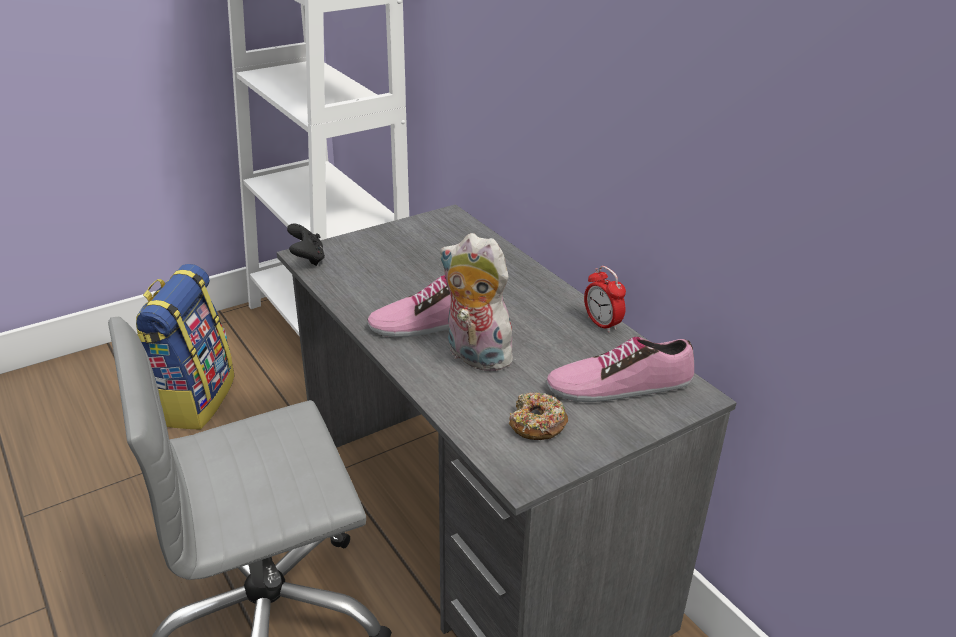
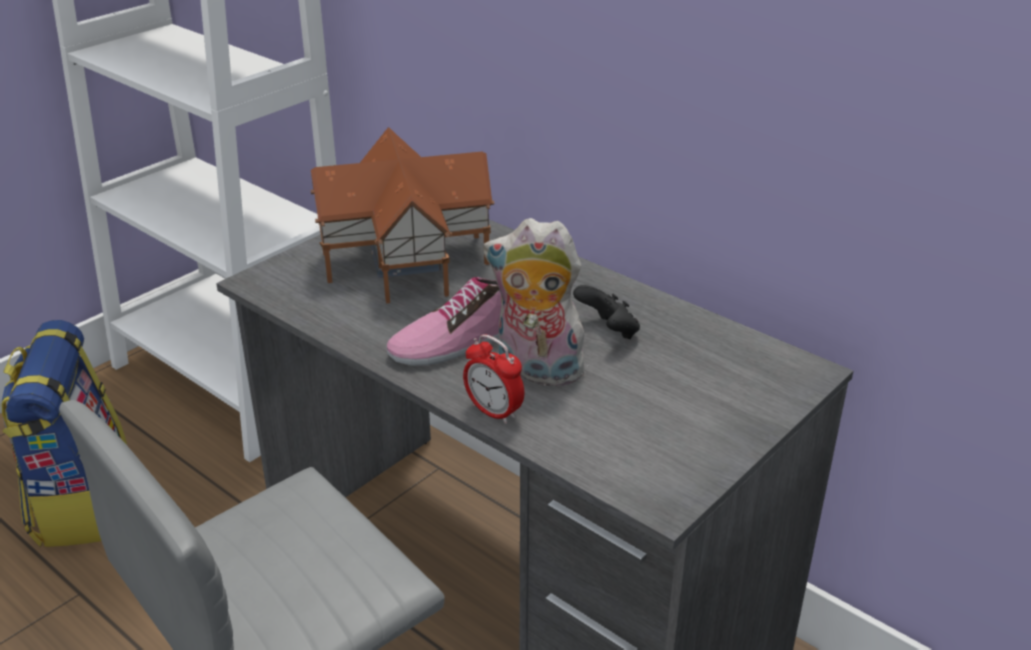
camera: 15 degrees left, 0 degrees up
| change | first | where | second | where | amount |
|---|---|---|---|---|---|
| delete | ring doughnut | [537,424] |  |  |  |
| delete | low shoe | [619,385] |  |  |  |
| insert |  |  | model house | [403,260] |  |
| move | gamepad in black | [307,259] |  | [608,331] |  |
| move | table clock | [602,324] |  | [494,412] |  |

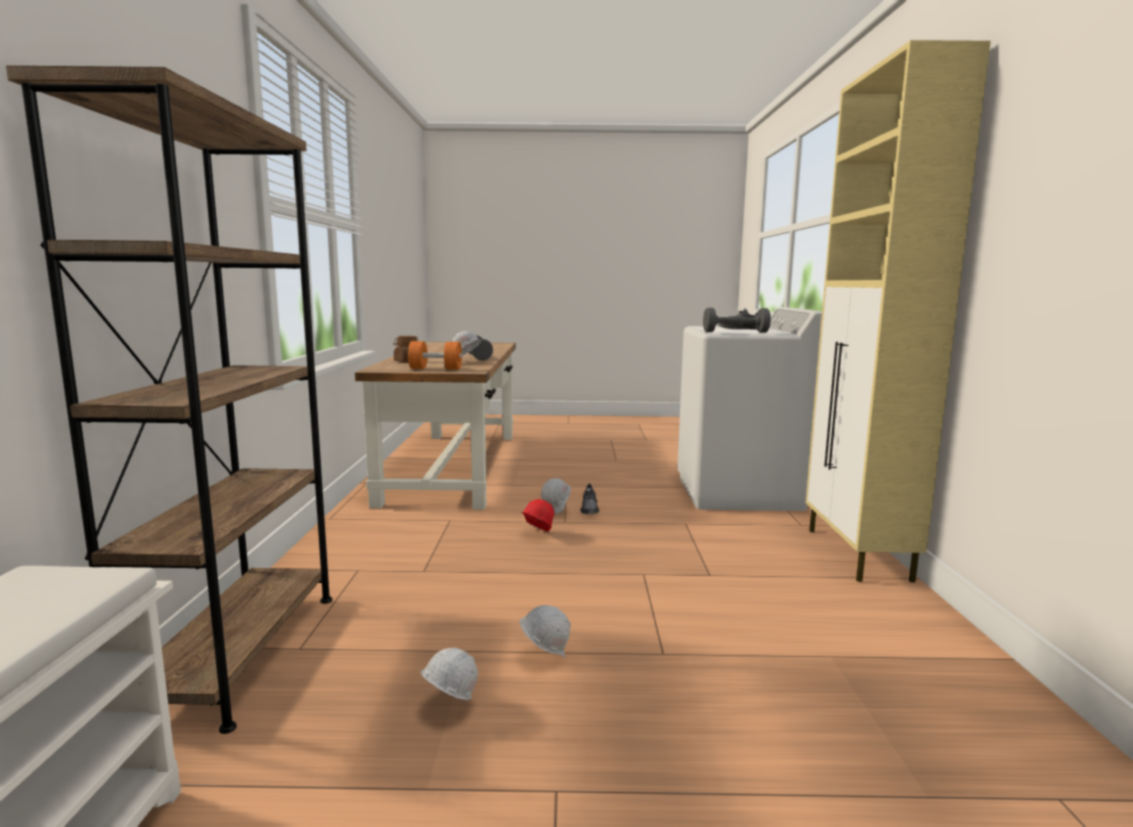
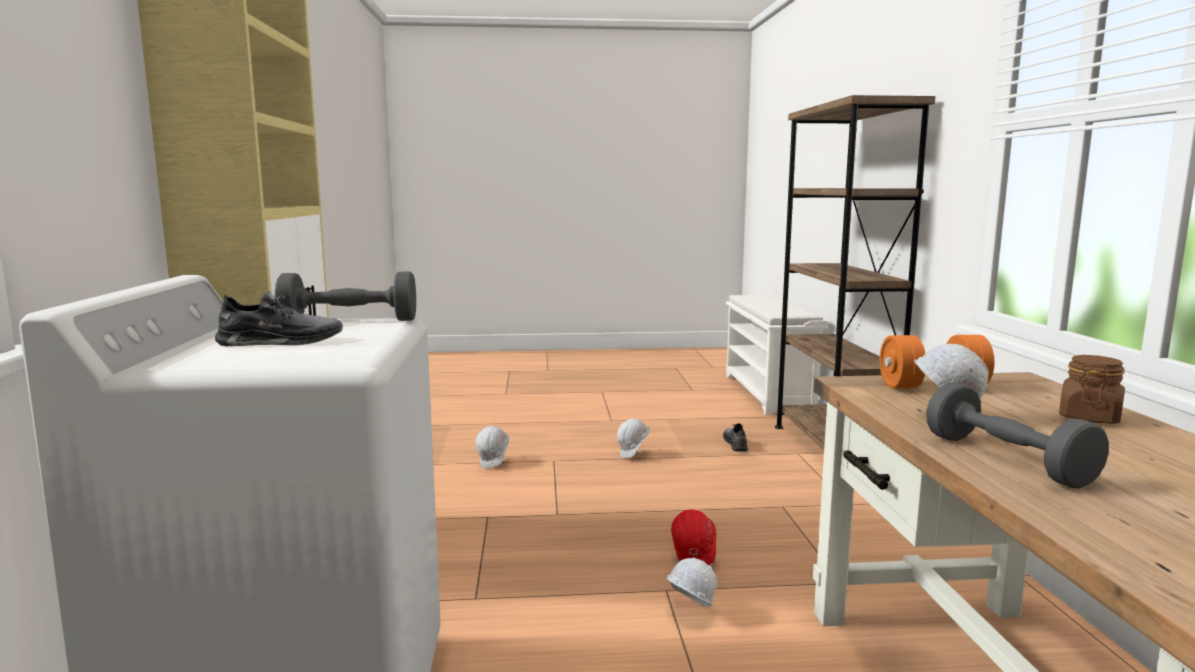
camera: 175 degrees right, 0 degrees up
| change | first | where | second | where | amount |
|---|---|---|---|---|---|
| move | work helmet in white-coloured | [448,707] |  | [494,464] |  |
| move | low shoe in greyish | [589,508] |  | [735,444] |  |

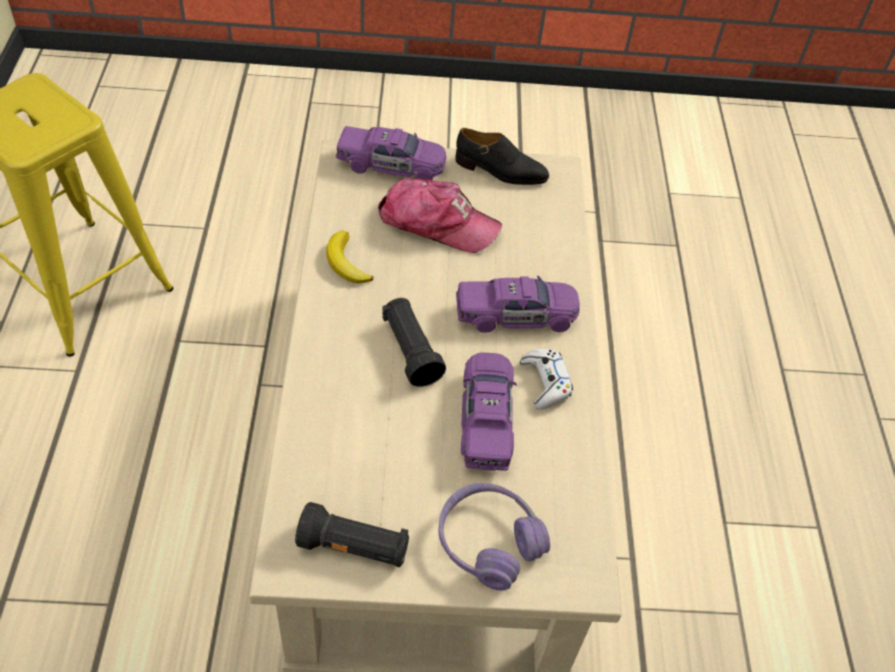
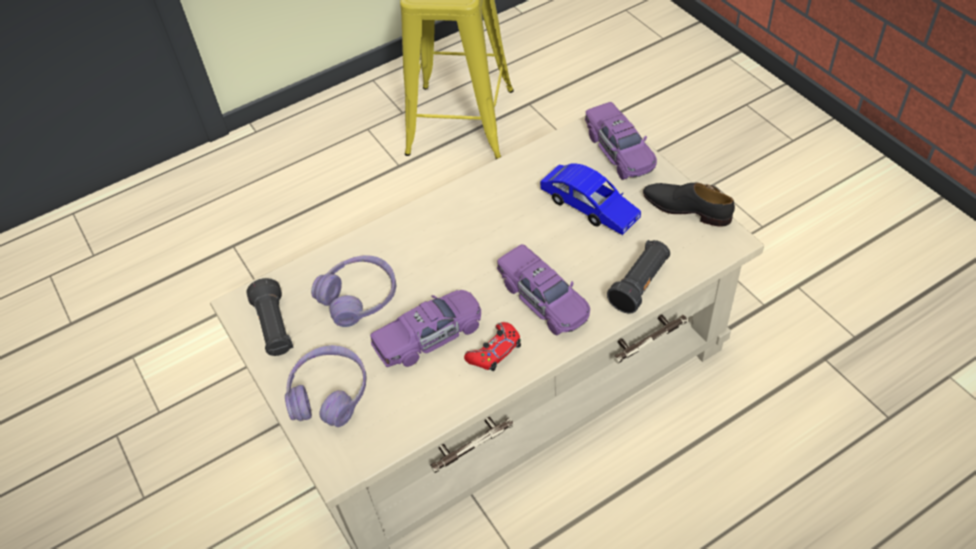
camera: 65 degrees right, 0 degrees up
| change | first | where | second | where | amount |
|---|---|---|---|---|---|
| delete | banana | [346,263] |  |  |  |
| insert |  |  | headset in purple-coloured | [359,297] |  |
| move | torch in black | [410,351] |  | [640,284] |  |
| replace | baseball cap | [437,223] | miniature car in blue-coloured | [589,207] |  |
| recolor | gamepad in white-coloured | [545,383] | gamepad in reddish | [494,351] |  |
| rotate | low shoe in black | [500,171] |  | [686,209] | 135 degrees clockwise |

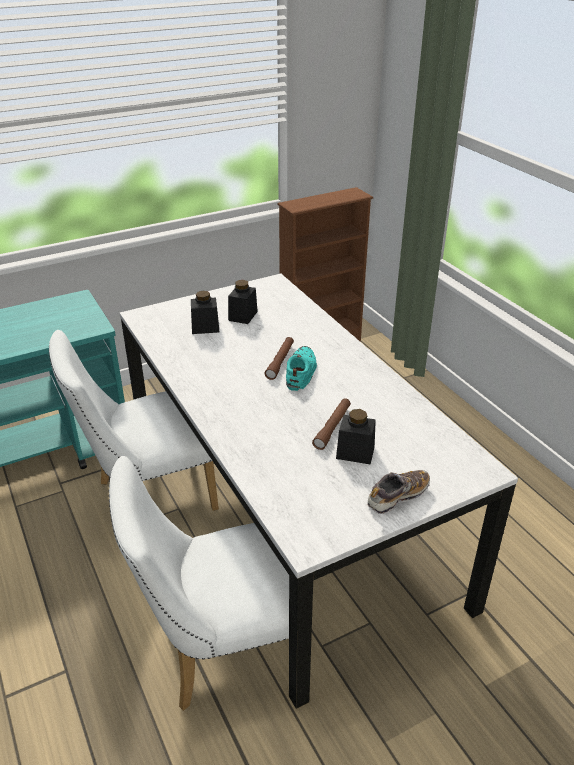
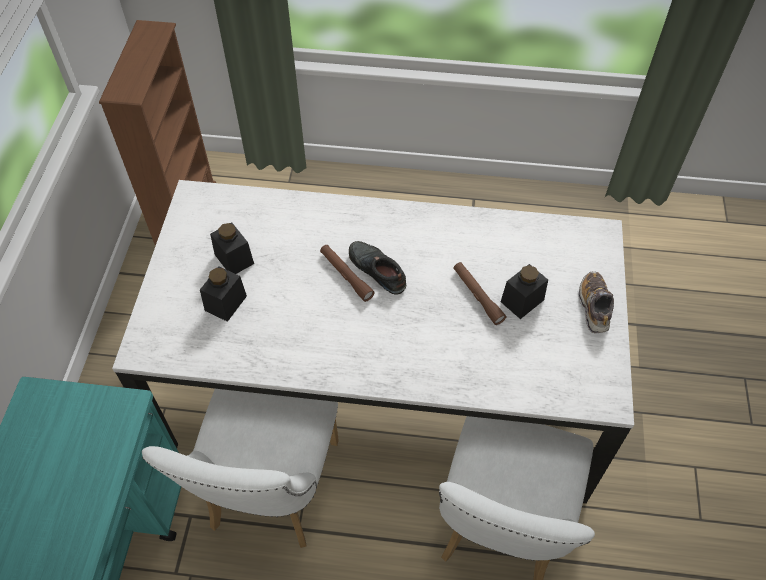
camera: 55 degrees left, 20 degrees up
| change | first | where | second | where | amount |
|---|---|---|---|---|---|
| recolor | low shoe in blue-green | [300,372] | low shoe in black | [376,269] |  |

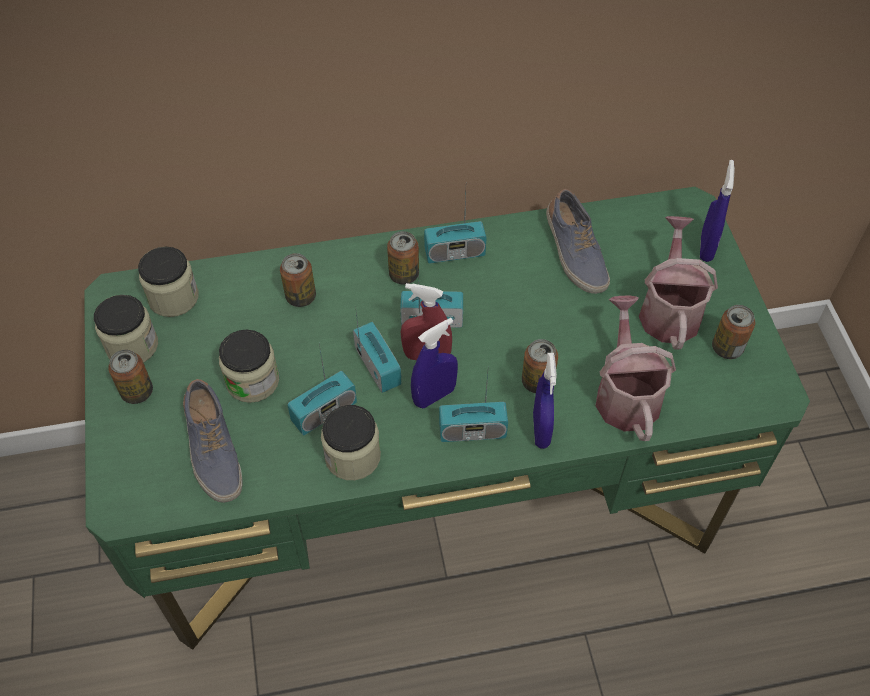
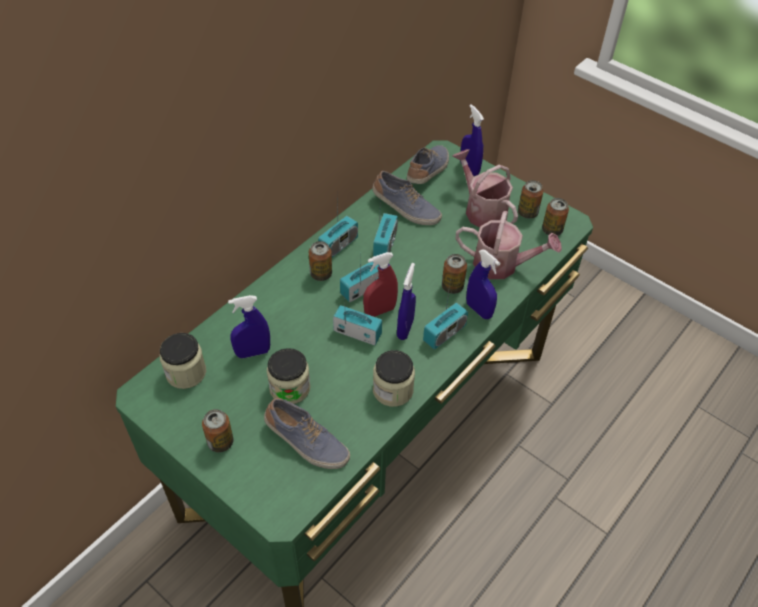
camera: 40 degrees left, 5 degrees down
| change | first | where | second | where | amount |
|---|---|---|---|---|---|
| delete | preserve jar | [132,346] |  |  |  |
| insert |  |  | sprayer in blue-coloured | [253,352] |  |
| insert |  |  | low shoe | [428,171] |  |
| move | sealed can | [300,297] |  | [552,230] |  |
| move | radio | [324,412] |  | [385,244] |  |
| rotate | watering can | [625,393] |  | [502,265] | 150 degrees clockwise |

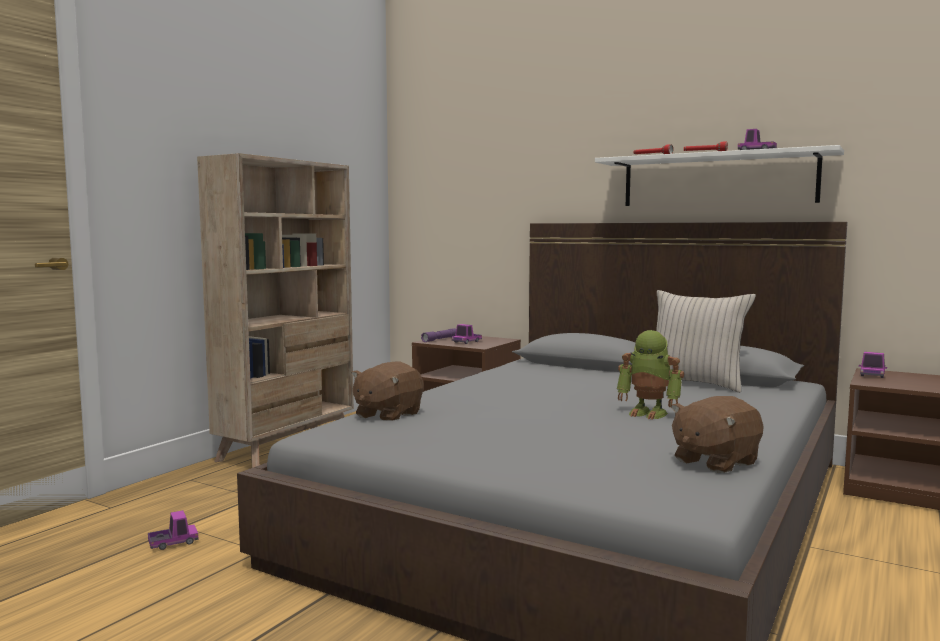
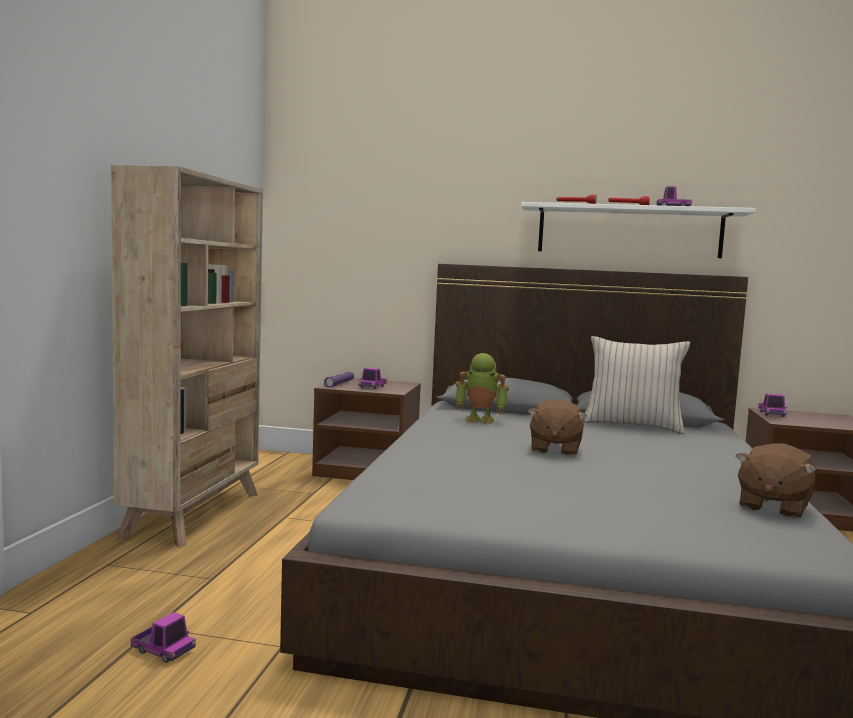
camera: 20 degrees left, 0 degrees up
| change | first | where | second | where | amount |
|---|---|---|---|---|---|
| move | soft toy in brown-coloured | [387,415] |  | [554,449] |  |
| move | toy robot | [649,413] |  | [480,419] |  |
| rotate | toy truck | [173,543] |  | [163,650] | 75 degrees clockwise |

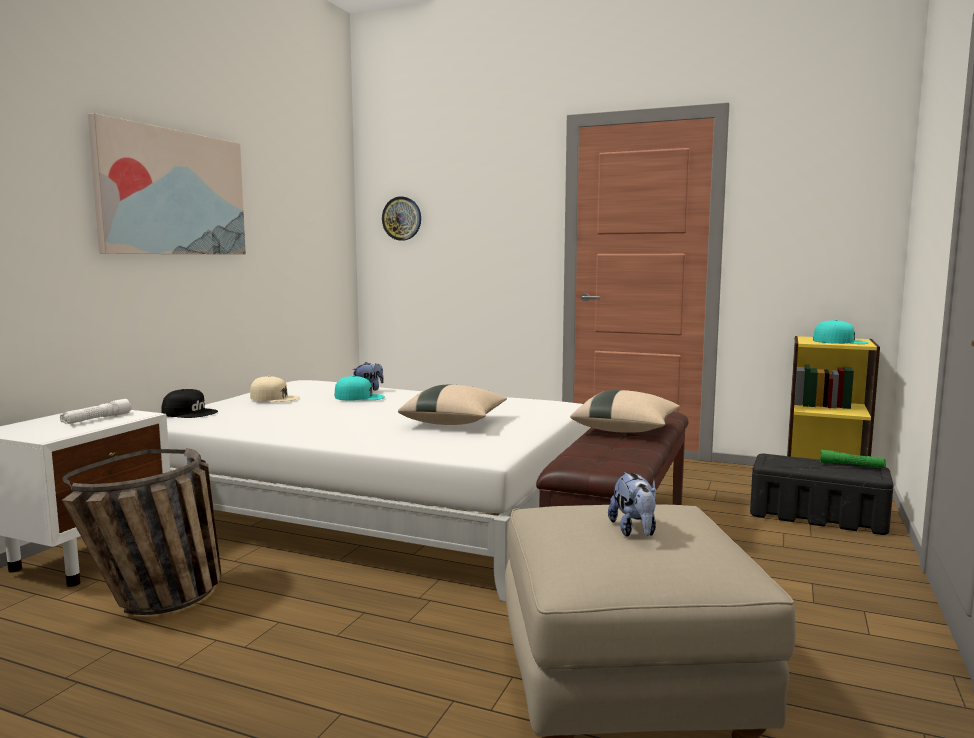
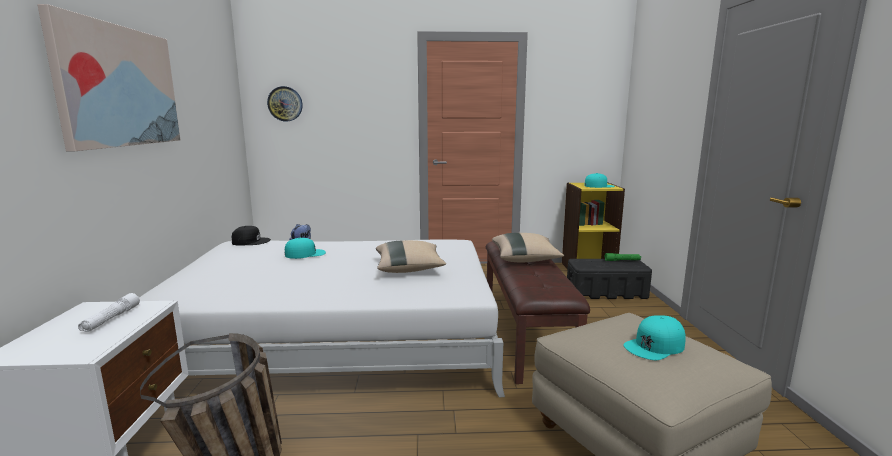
camera: 25 degrees left, 5 degrees up
| change | first | where | second | where | amount |
|---|---|---|---|---|---|
| delete | baseball cap in beige | [274,398] |  |  |  |
| move | baseball cap in black | [190,413] |  | [251,241] |  |
| replace | soft toy | [634,531] | baseball cap in blue-green | [655,346] |  |

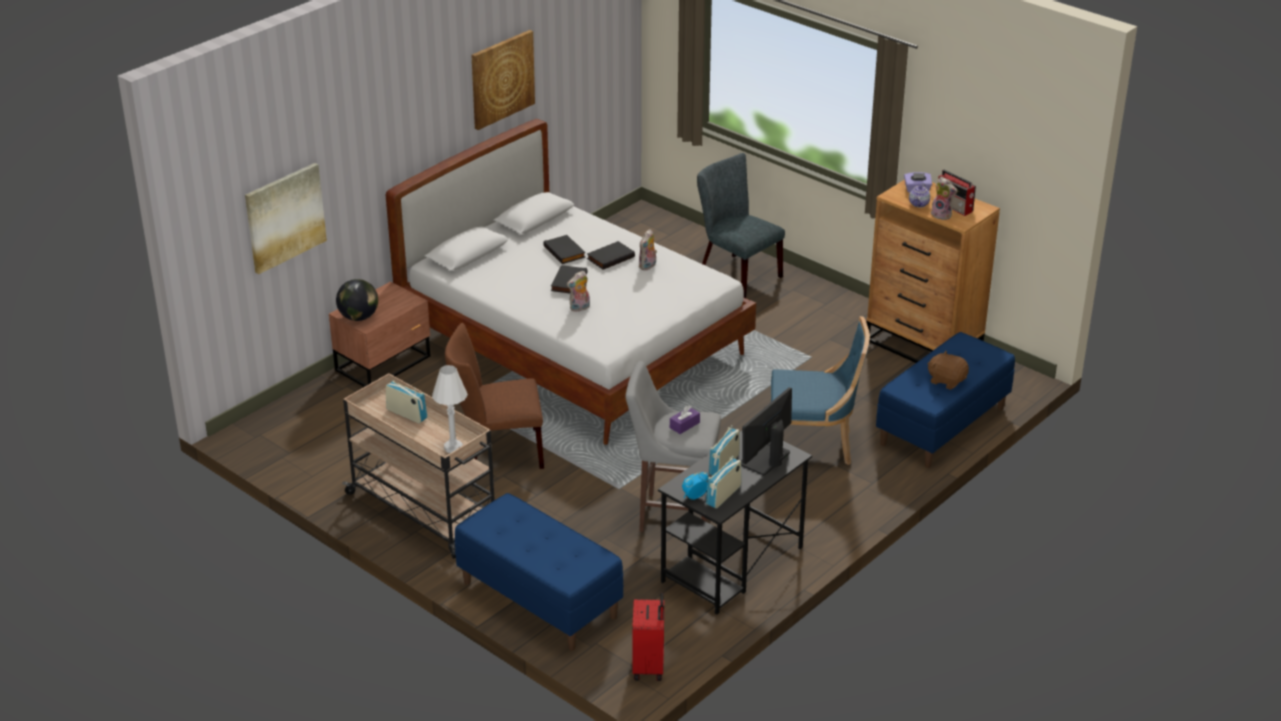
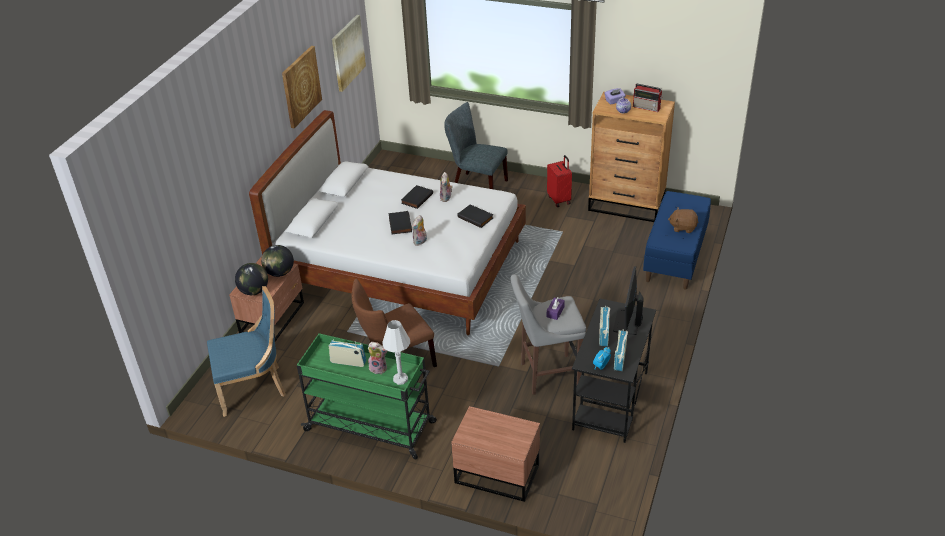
camera: 20 degrees left, 5 degrees up
| change | first | where | second | where | amount |
|---|---|---|---|---|---|
| insert |  |  | world globe | [280,273] |  |
| move | picture | [285,217] |  | [347,52] |  |
| move | volume in black | [565,252] |  | [476,217] |  |
| move | travel case in reddish | [649,666] |  | [559,200] |  |
| move | plain chair in blue-coloured | [813,446] |  | [254,388] |  |
| move | soft toy | [942,215] |  | [379,368] |  |
| replace | long seat in blue-coloured | [538,599] | nightstand in brown-coloured | [496,472] |  |
| recolor | trolley in beige | [425,511] | trolley in green | [372,426] |  |

